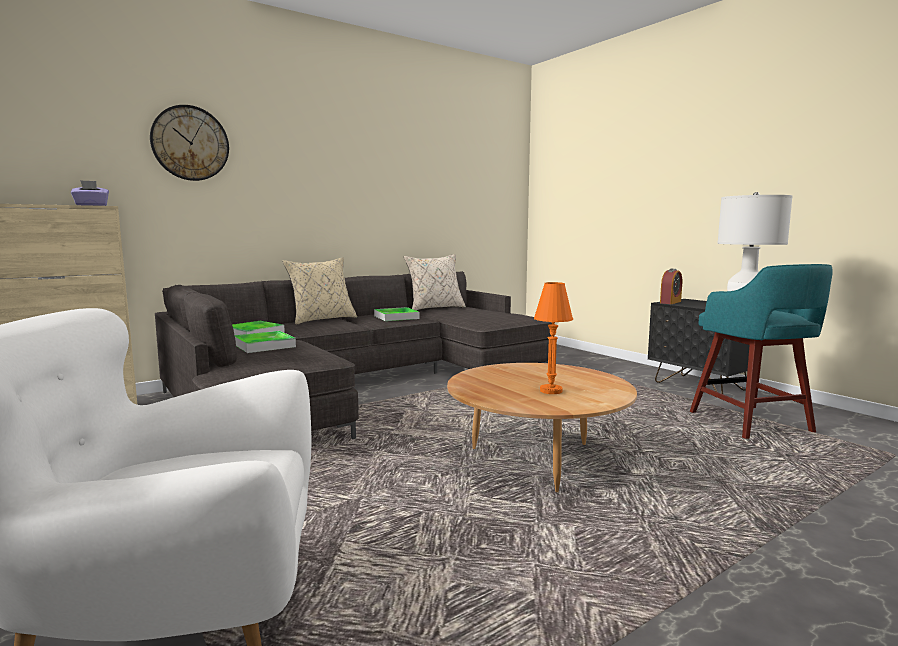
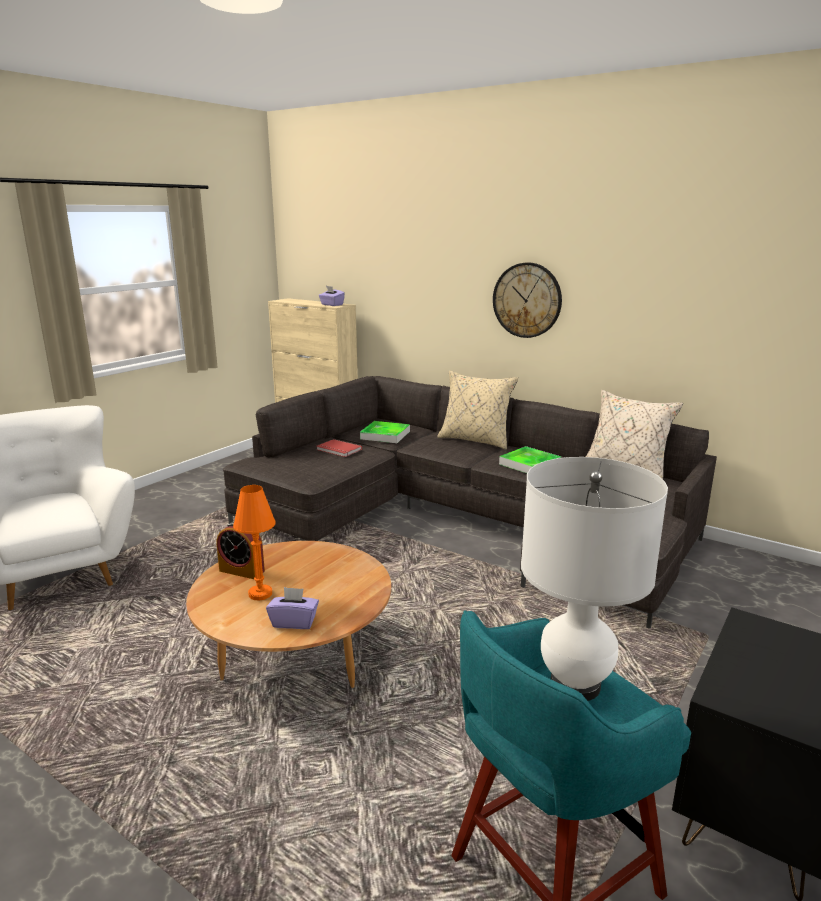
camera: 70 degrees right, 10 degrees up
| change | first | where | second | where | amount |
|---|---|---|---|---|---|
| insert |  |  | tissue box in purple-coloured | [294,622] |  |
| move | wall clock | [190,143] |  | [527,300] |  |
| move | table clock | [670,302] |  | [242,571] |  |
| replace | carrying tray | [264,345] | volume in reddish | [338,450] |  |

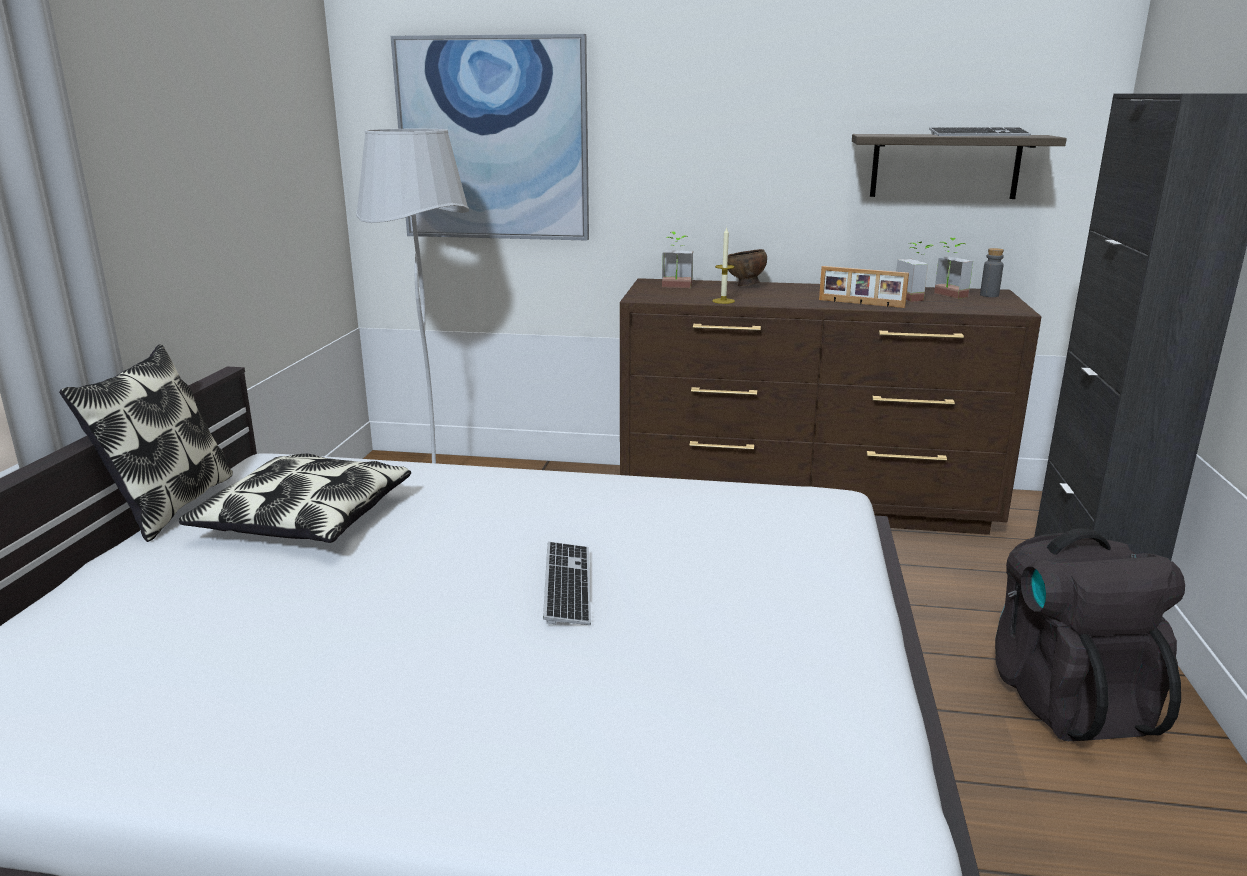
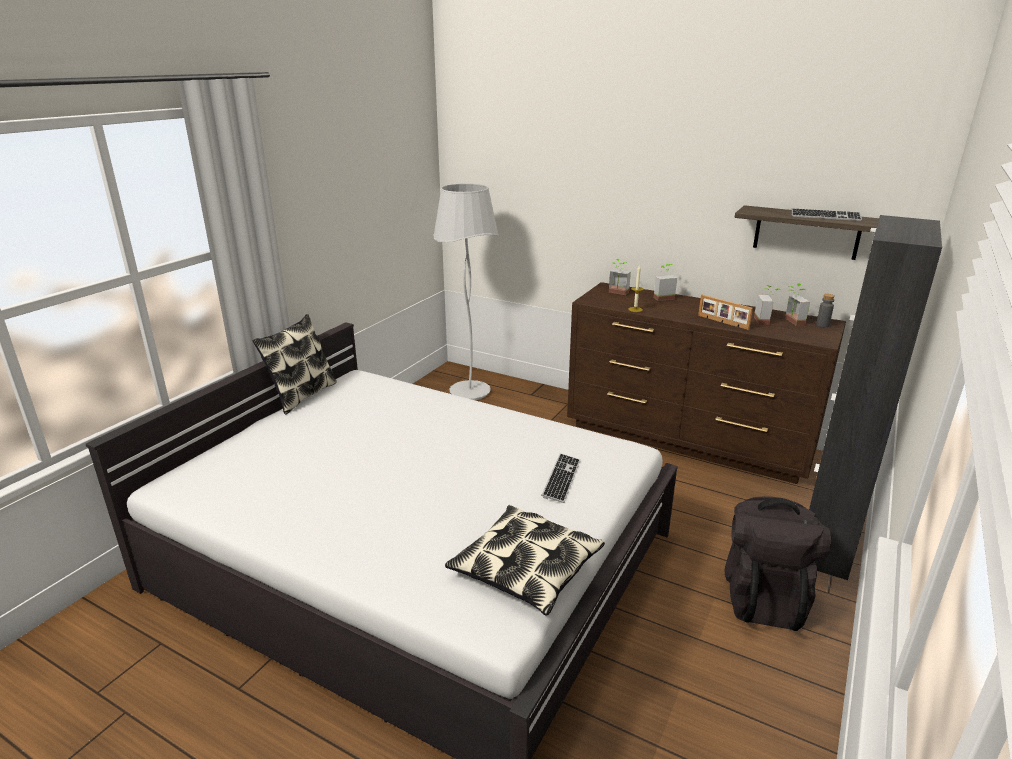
camera: 20 degrees right, 5 degrees up
| change | first | where | second | where | amount |
|---|---|---|---|---|---|
| delete | picture | [493,140] |  |  |  |
| move | throw pillow | [304,519] |  | [526,569] |  |
| move | keyboard | [567,585] |  | [561,479] |  |
| replace | bowl in brown-coloured | [745,286] | houseplant | [662,297] |  |

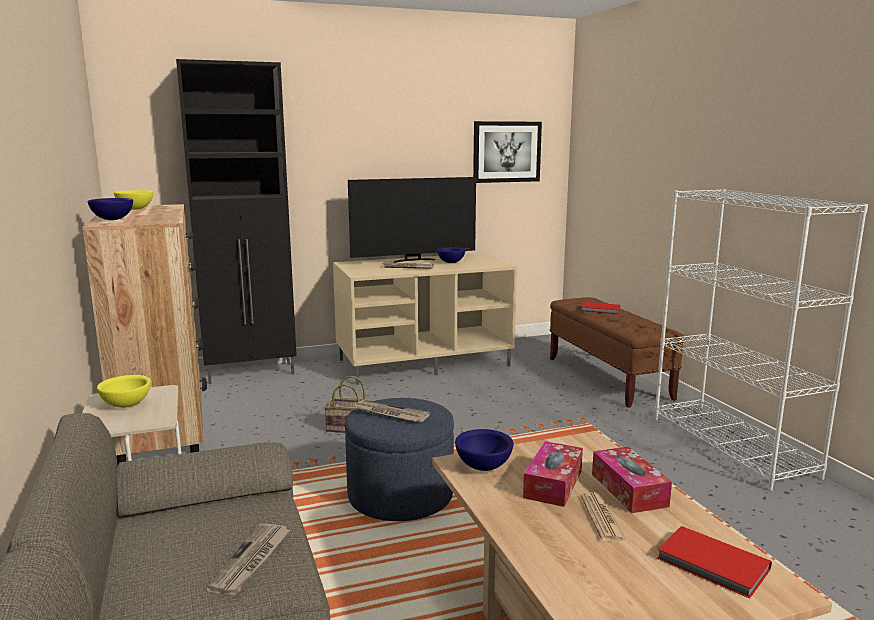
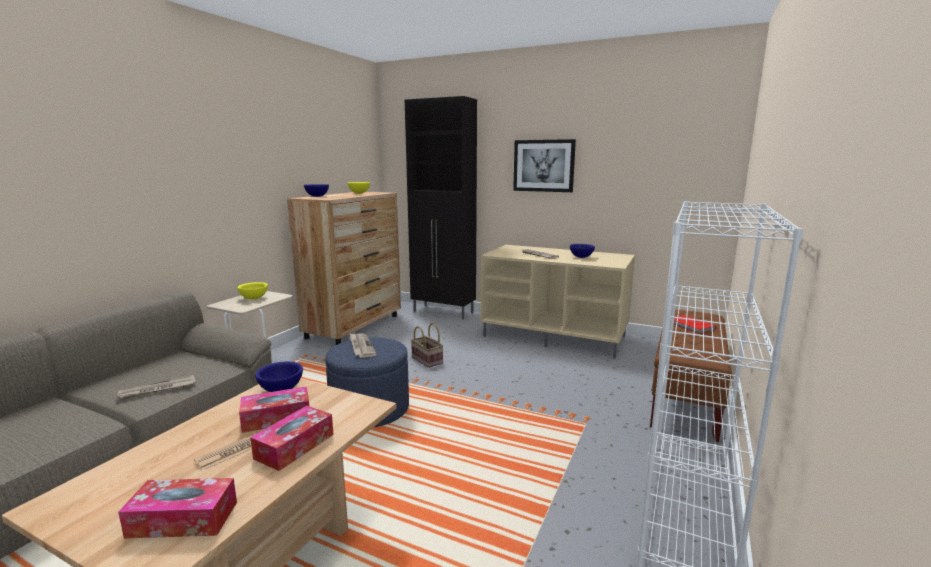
camera: 45 degrees right, 0 degrees up
| change | first | where | second | where | amount |
|---|---|---|---|---|---|
| delete | television | [413,260] |  |  |  |
| move | picture | [506,152] |  | [543,165] |  |
| replace | volume in reddish | [713,565] | tissue box | [183,519] |  |

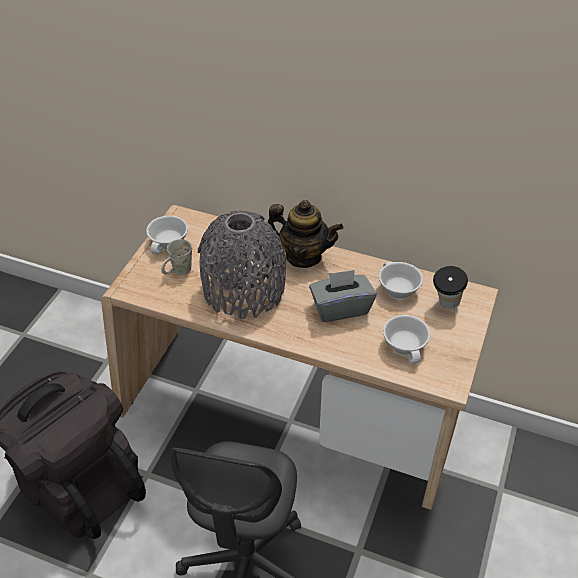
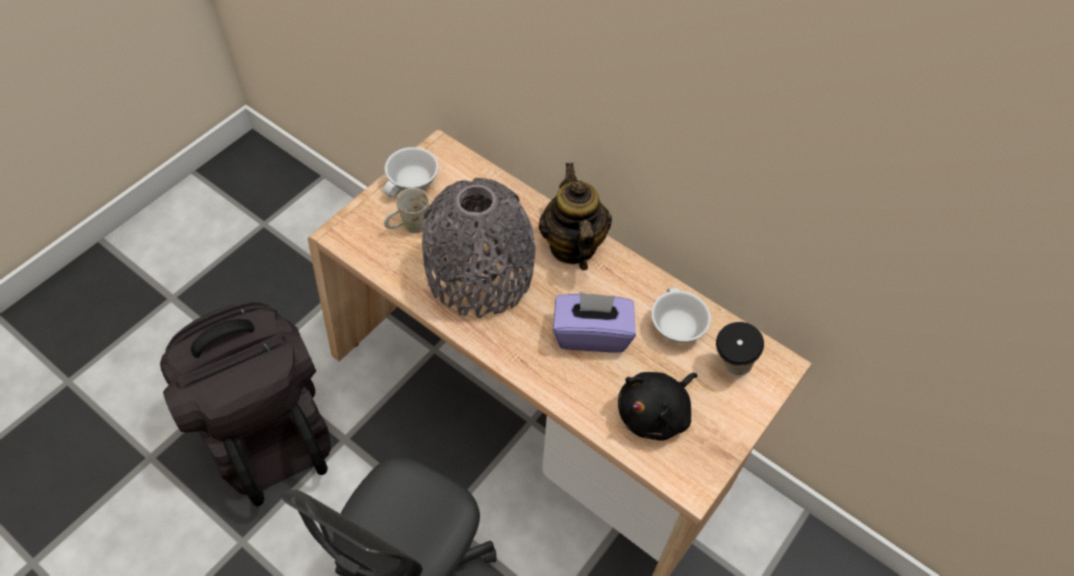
camera: 15 degrees right, 10 degrees up
| change | first | where | second | where | amount |
|---|---|---|---|---|---|
| replace | cup in white-coloured | [406,346] | soft toy in black | [655,413] |  |
| recolor | tissue box in greyish | [340,308] | tissue box in purple-coloured | [591,334] |  |
| rotate | teapot | [303,256] |  | [572,246] | 135 degrees counterclockwise |

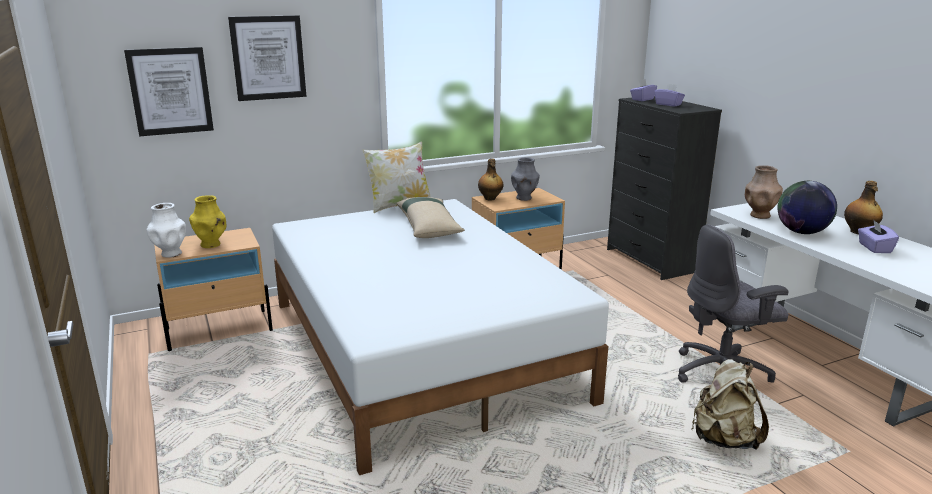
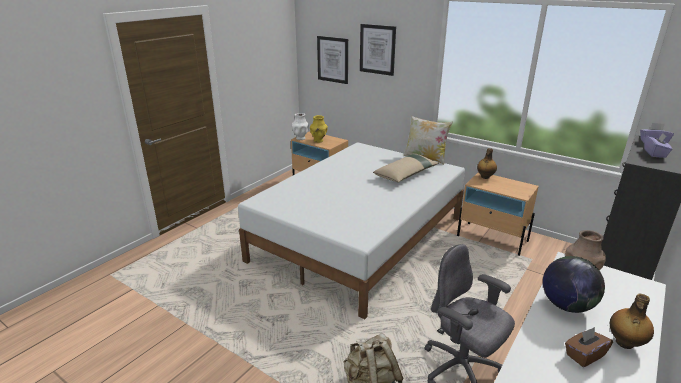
camera: 60 degrees right, 5 degrees up
| change | first | where | second | where | amount |
|---|---|---|---|---|---|
| delete | decorative vase in greyish | [524,198] |  |  |  |
| recolor | tissue box in purple-coloured | [874,248] | tissue box in brown-coloured | [584,355] |  |

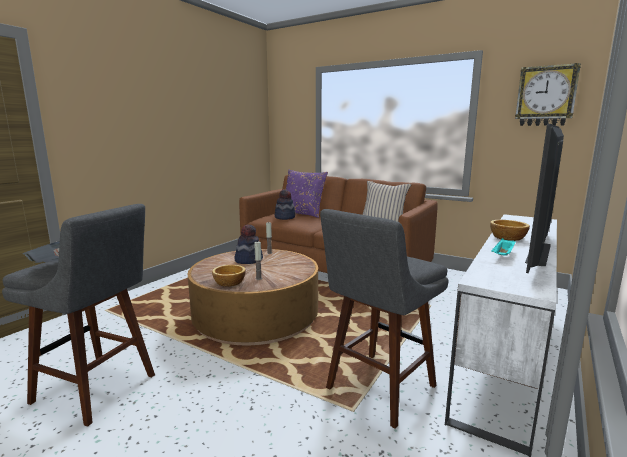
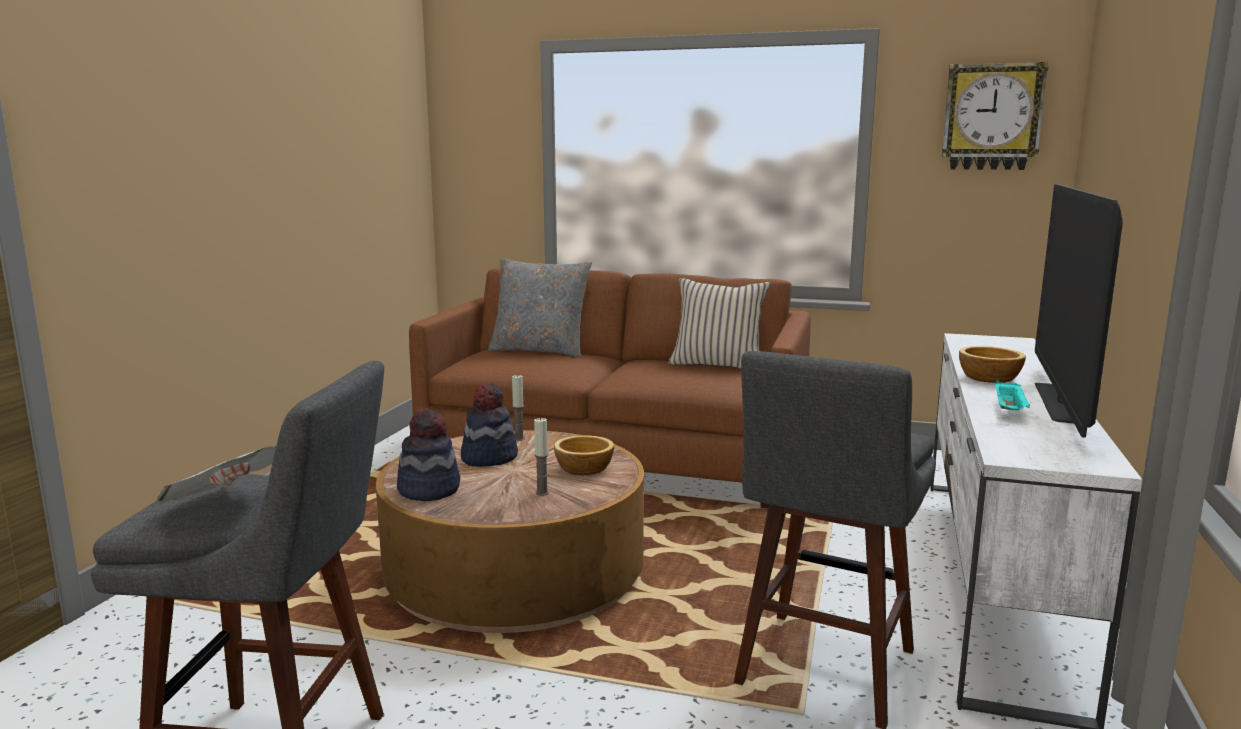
camera: 15 degrees left, 0 degrees up
| change | first | where | second | where | amount |
|---|---|---|---|---|---|
| move | bowl | [228,283] |  | [583,469] |  |
| move | hat | [285,217] |  | [429,489] |  |
| recolor | throw pillow in purple-coloured | [303,213] | throw pillow in greyish | [540,350] |  |

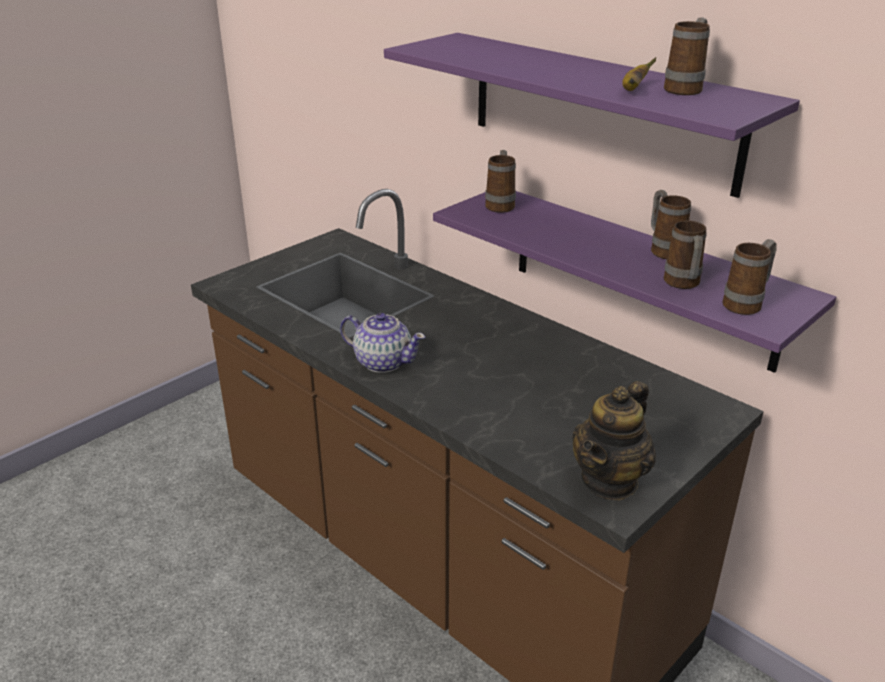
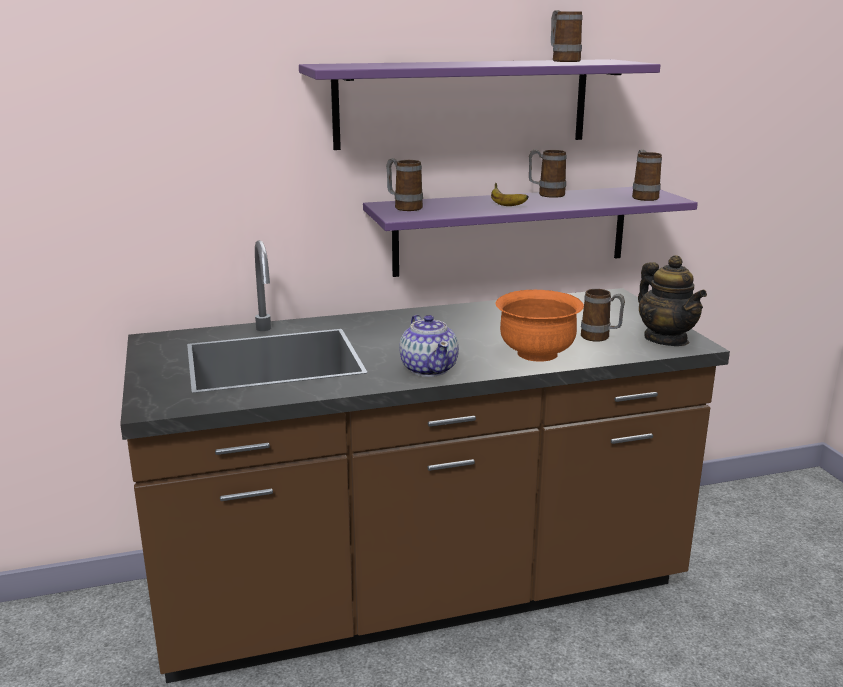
camera: 60 degrees left, 10 degrees down
| change | first | where | second | where | amount |
|---|---|---|---|---|---|
| insert |  |  | bowl in orangey | [536,354] |  |
| move | banana | [633,89] |  | [506,205] |  |
| move | tea mug | [683,285] |  | [600,338] |  |
| rotate | teapot | [383,362] |  | [429,369] | 105 degrees clockwise |

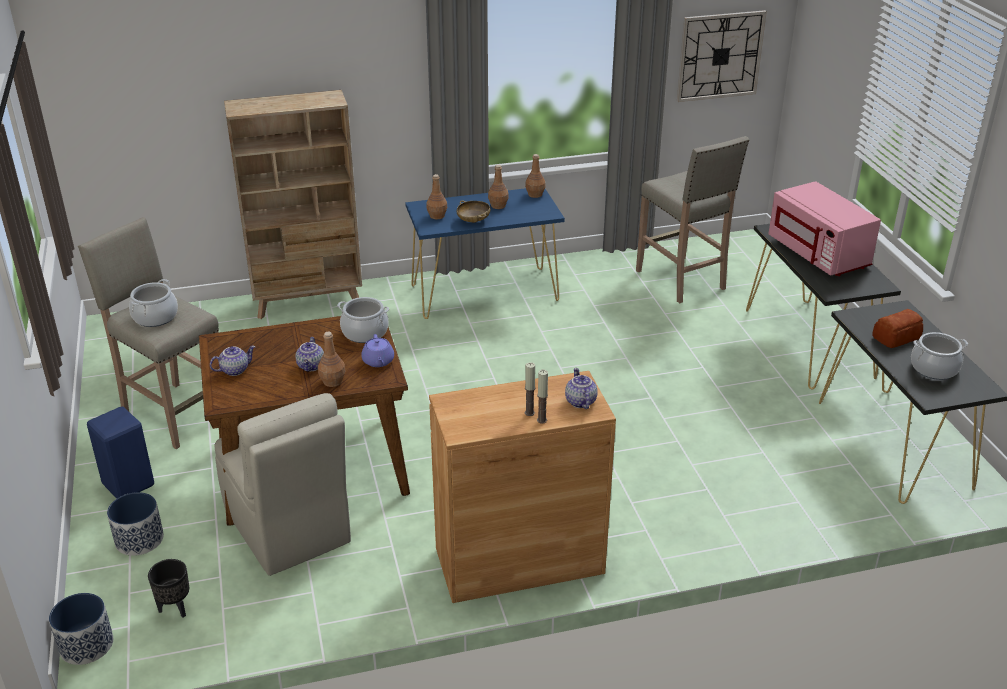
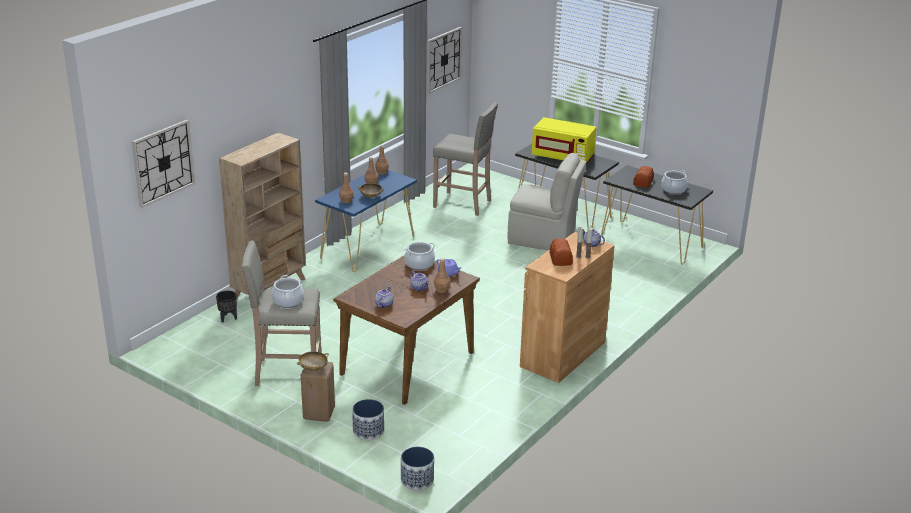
camera: 40 degrees left, 5 degrees down
| change | first | where | second | where | amount |
|---|---|---|---|---|---|
| insert |  |  | wall clock | [163,163] |  |
| insert |  |  | bowl in beige | [313,368] |  |
| insert |  |  | bread | [560,259] |  |
| move | planter in black | [174,608] |  | [227,318] |  |
| move | plain chair in beige | [288,528] |  | [543,239] |  |
| recolor | stool in blue-coloured | [130,485] | stool in beige | [320,412] |  |
| recolor | microwave oven in pinkish | [819,254] | microwave oven in yellow | [563,157] |  |

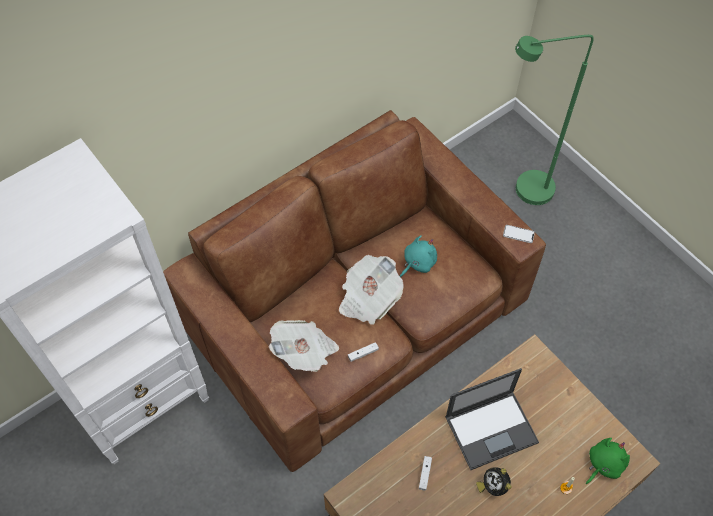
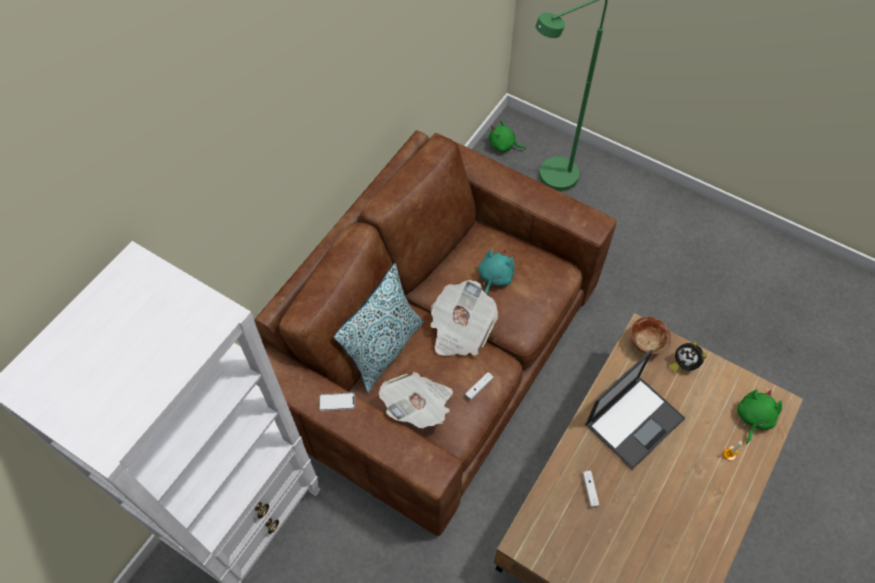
camera: 20 degrees left, 0 degrees up
| change | first | where | second | where | amount |
|---|---|---|---|---|---|
| insert |  |  | throw pillow | [384,349] |  |
| insert |  |  | soft toy in green | [503,145] |  |
| insert |  |  | bowl | [646,343] |  |
| move | table clock | [493,486] |  | [683,364] |  |
| move | phone | [518,234] |  | [337,402] |  |

